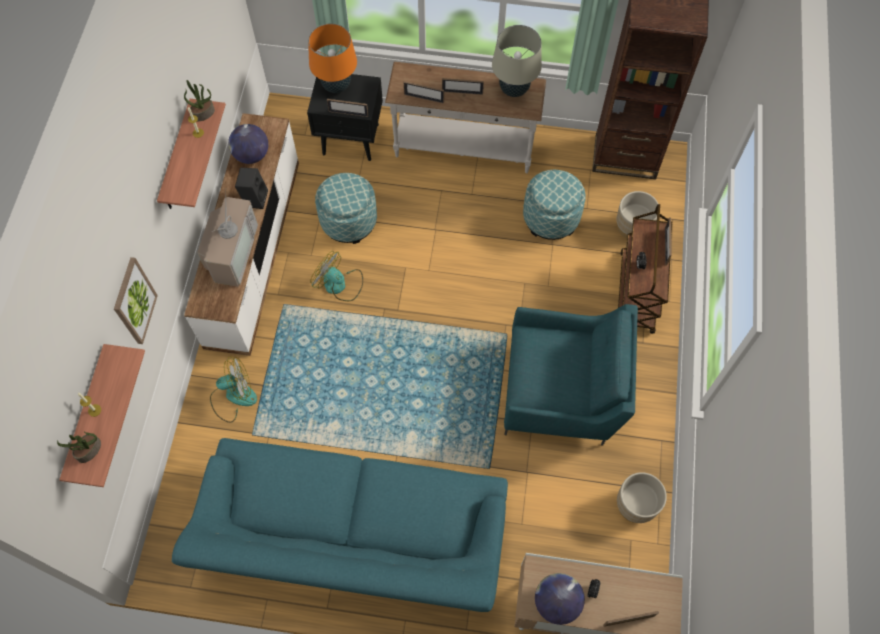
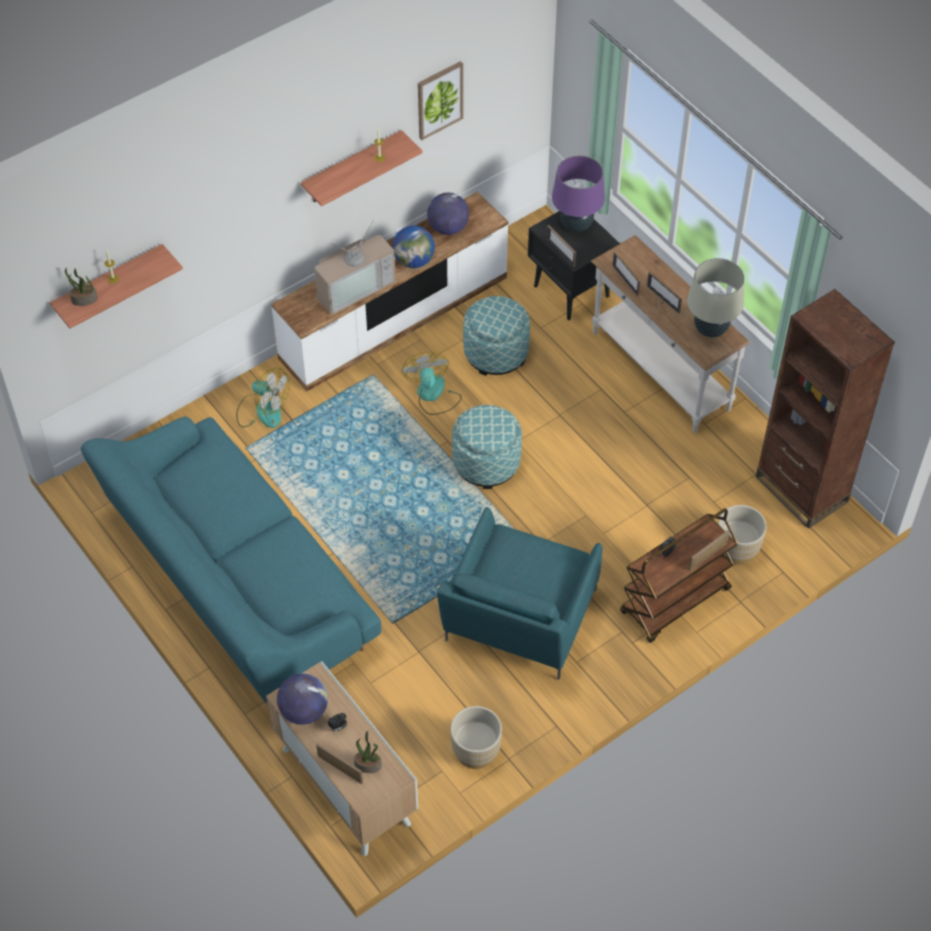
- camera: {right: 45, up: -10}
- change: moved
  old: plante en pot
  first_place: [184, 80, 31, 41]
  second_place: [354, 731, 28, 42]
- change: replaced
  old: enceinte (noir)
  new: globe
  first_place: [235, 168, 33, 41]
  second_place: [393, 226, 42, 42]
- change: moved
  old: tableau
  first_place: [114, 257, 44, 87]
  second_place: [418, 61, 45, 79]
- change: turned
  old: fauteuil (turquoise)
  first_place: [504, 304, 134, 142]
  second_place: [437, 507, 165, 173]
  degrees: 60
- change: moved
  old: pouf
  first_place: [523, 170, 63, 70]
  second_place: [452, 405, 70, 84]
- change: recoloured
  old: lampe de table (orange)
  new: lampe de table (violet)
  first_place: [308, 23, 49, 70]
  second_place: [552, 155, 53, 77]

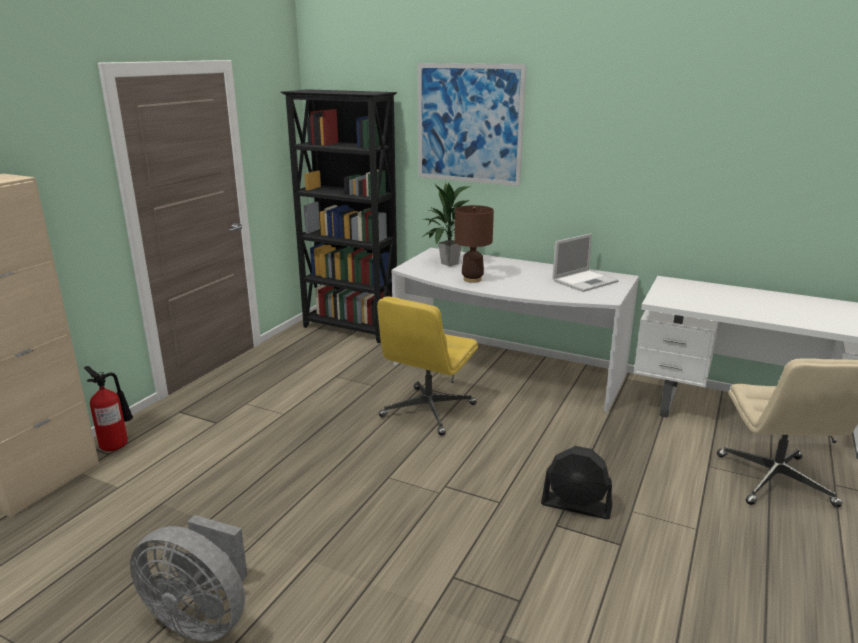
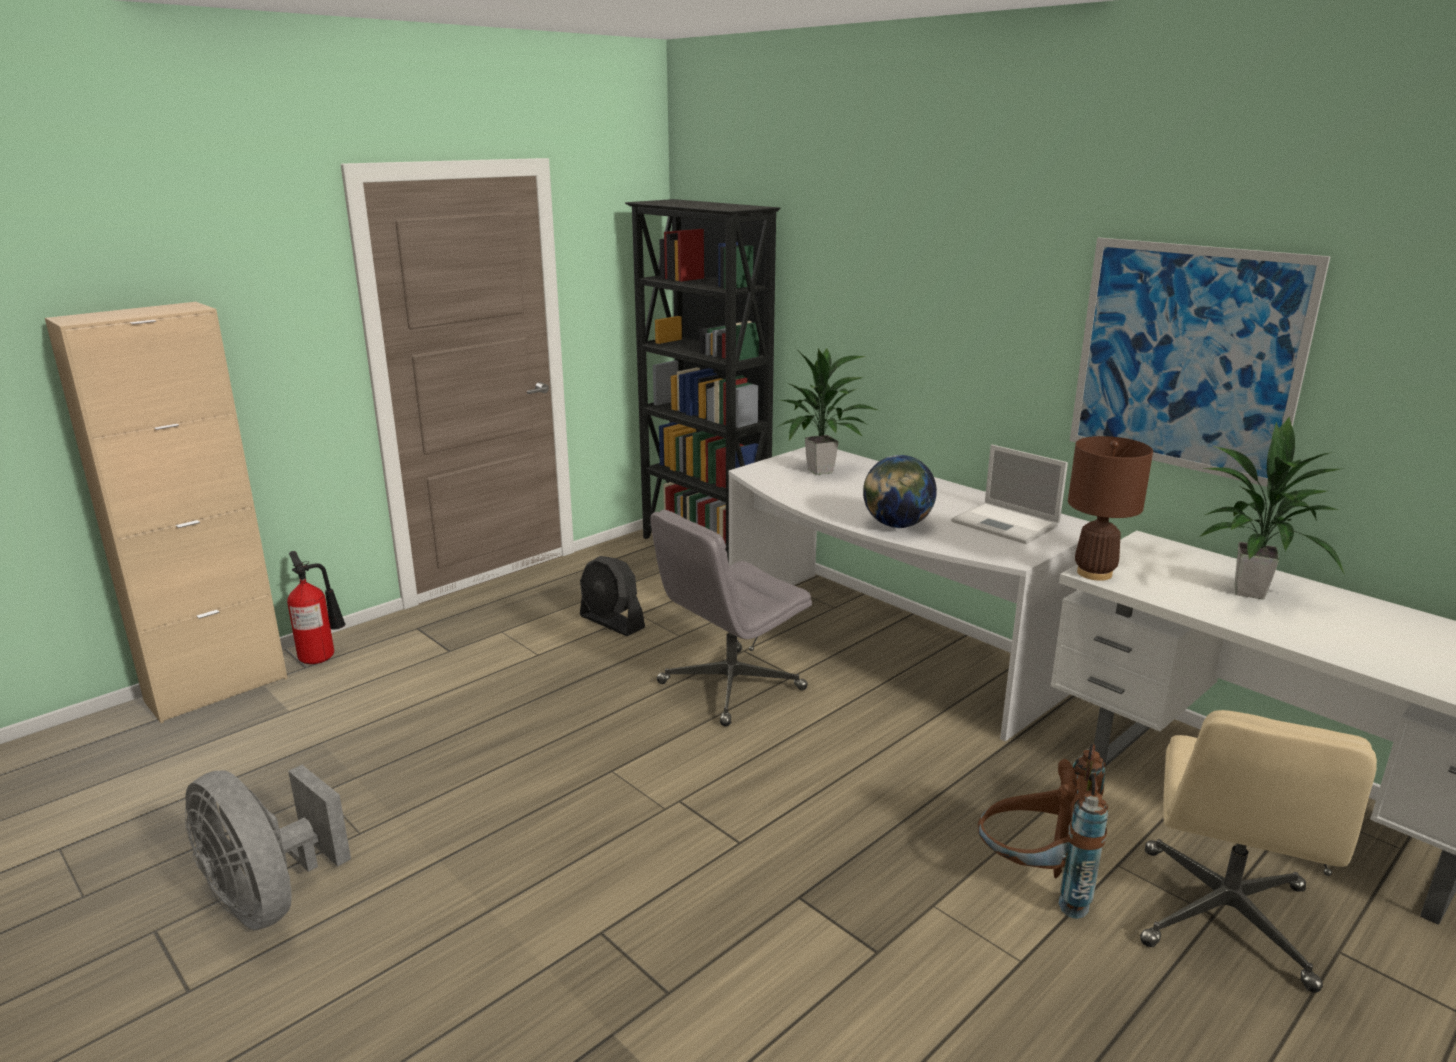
- camera: {right: 20, up: 0}
- change: moved
  old: ventilateur (noir)
  first_place: [541, 446, 71, 73]
  second_place: [580, 556, 65, 80]
- change: recoloured
  old: chaise de bureau (jaune)
  new: chaise de bureau (gris)
  first_place: [377, 296, 101, 140]
  second_place: [650, 510, 162, 217]
- change: added
  new: globe
  second_place: [863, 455, 74, 73]
- change: turned
  old: ordinateur portable
  first_place: [552, 233, 67, 59]
  second_place: [951, 444, 117, 100]
  degrees: 60
- change: added
  new: sac à dos (marron)
  second_place: [978, 744, 130, 175]
- change: moved
  old: lampe de table (marron)
  first_place: [455, 205, 39, 78]
  second_place: [1068, 436, 85, 145]
- change: moved
  old: tableau
  first_place: [418, 63, 108, 123]
  second_place: [1070, 238, 261, 249]
- change: added
  new: plante en pot
  second_place: [1199, 416, 146, 183]

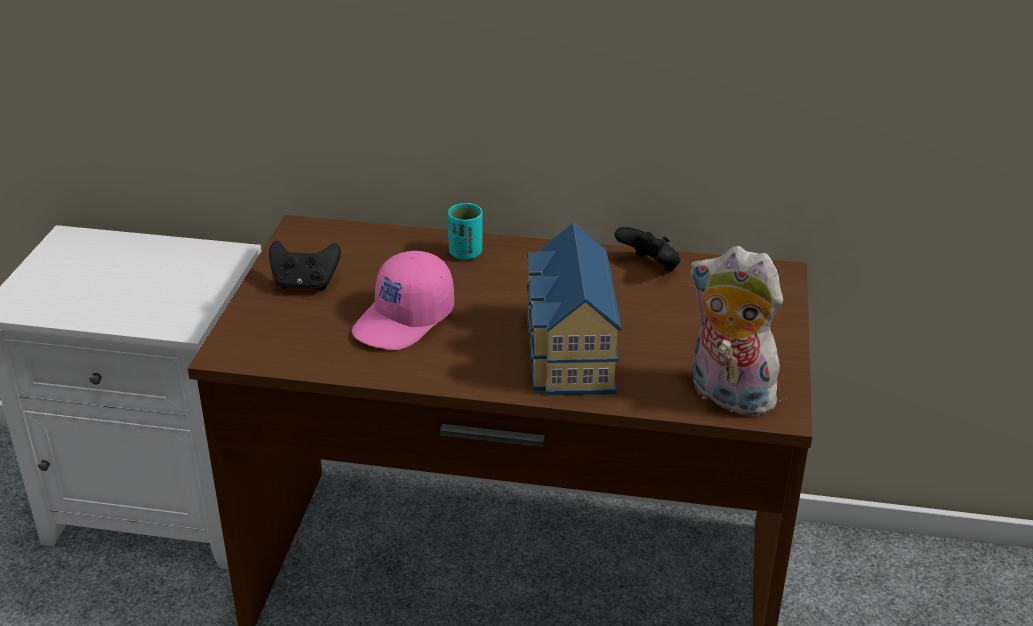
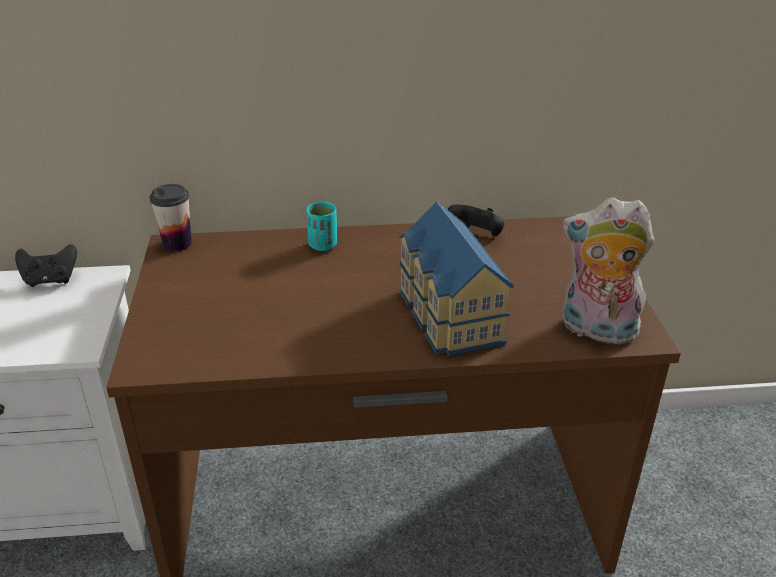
- camera: {right: -15, up: 0}
- change: moved
  old: manette (noir)
  first_place: [269, 240, 72, 51]
  second_place: [15, 244, 62, 43]
- change: added
  new: tasse
  second_place: [150, 184, 42, 67]
- change: removed
  old: casquette (rose)
  first_place: [352, 251, 102, 99]

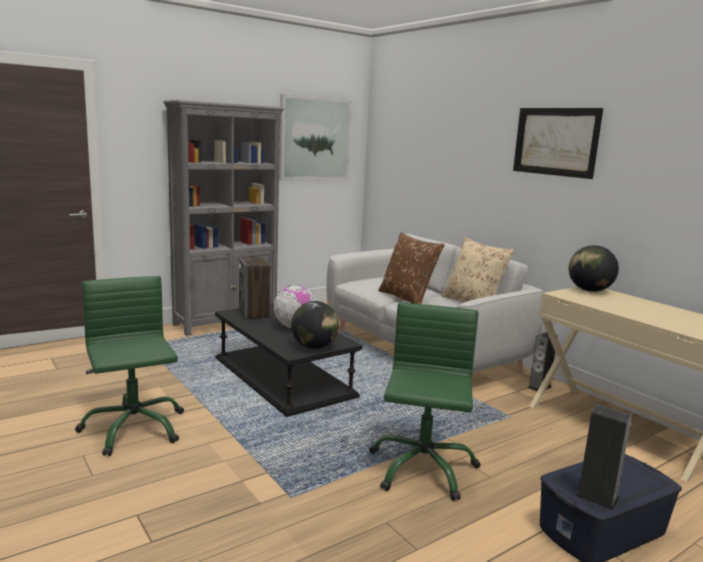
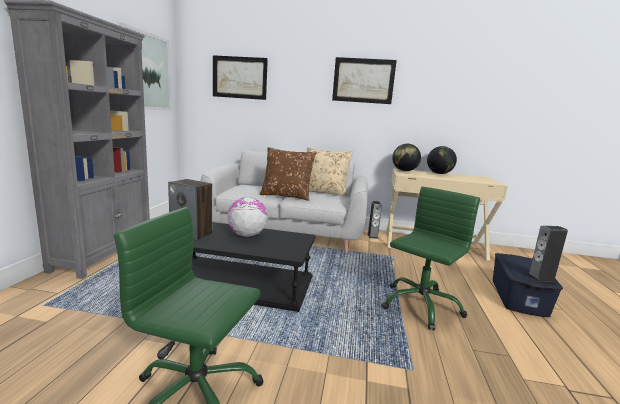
- camera: {right: -45, up: 0}
- change: added
  new: tableau
  second_place: [213, 55, 55, 45]
- change: turned
  old: chaise de bureau (vert)
  first_place: [369, 303, 112, 198]
  second_place: [381, 186, 99, 144]
  degrees: 75
- change: moved
  old: globe
  first_place: [291, 301, 48, 48]
  second_place: [427, 146, 30, 28]

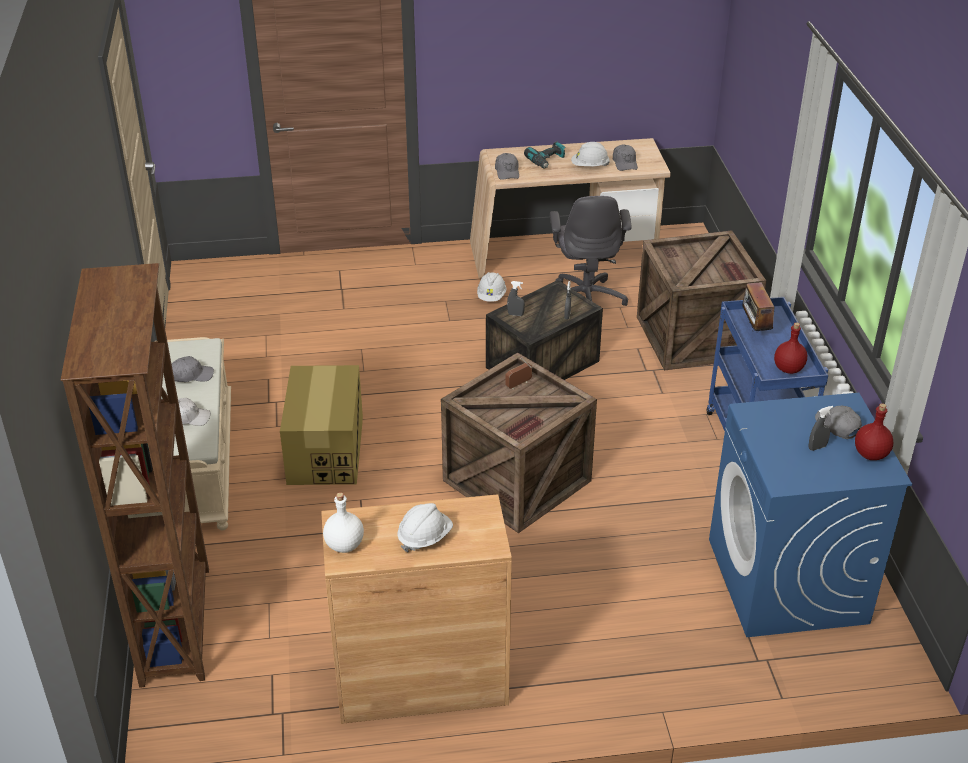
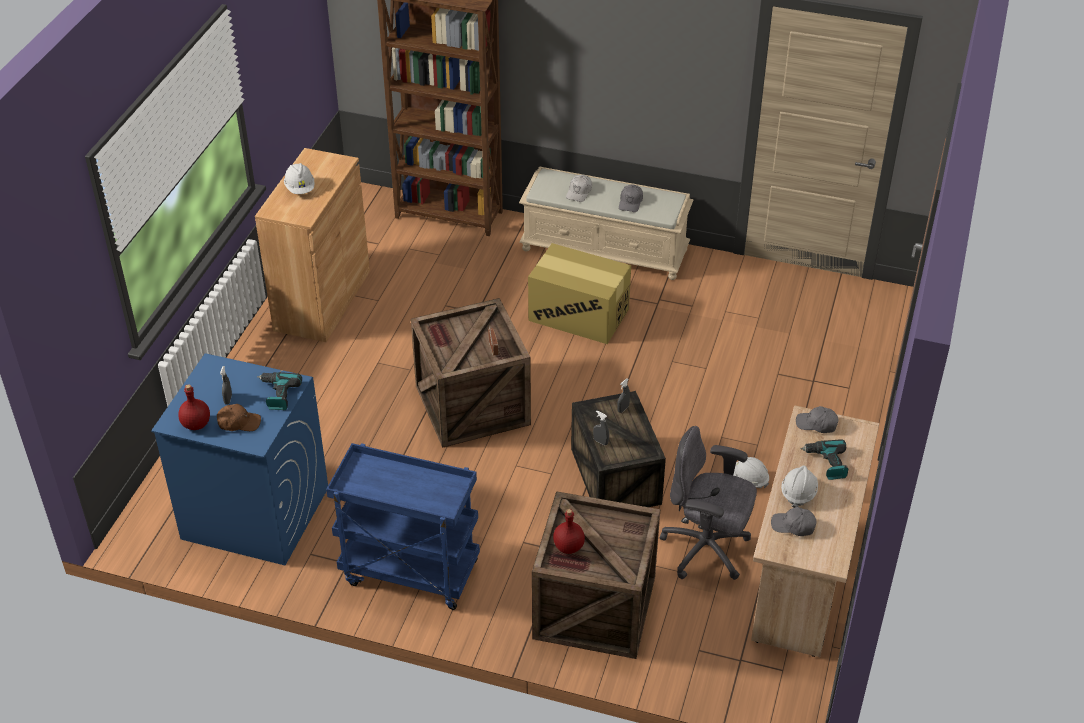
- camera: {right: 115, up: 5}
- change: recoloured
  old: casquette (gris)
  new: casquette (marron)
  first_place: [815, 406, 47, 33]
  second_place: [217, 404, 44, 27]
- change: added
  new: perceuse
  second_place: [257, 372, 45, 38]
- change: moved
  old: bouteille (rouge)
  first_place: [774, 322, 33, 52]
  second_place: [553, 509, 32, 45]
- change: removed
  old: bouteille (blanc)
  first_place: [323, 492, 41, 61]
- change: removed
  old: radio
  first_place: [742, 282, 36, 51]

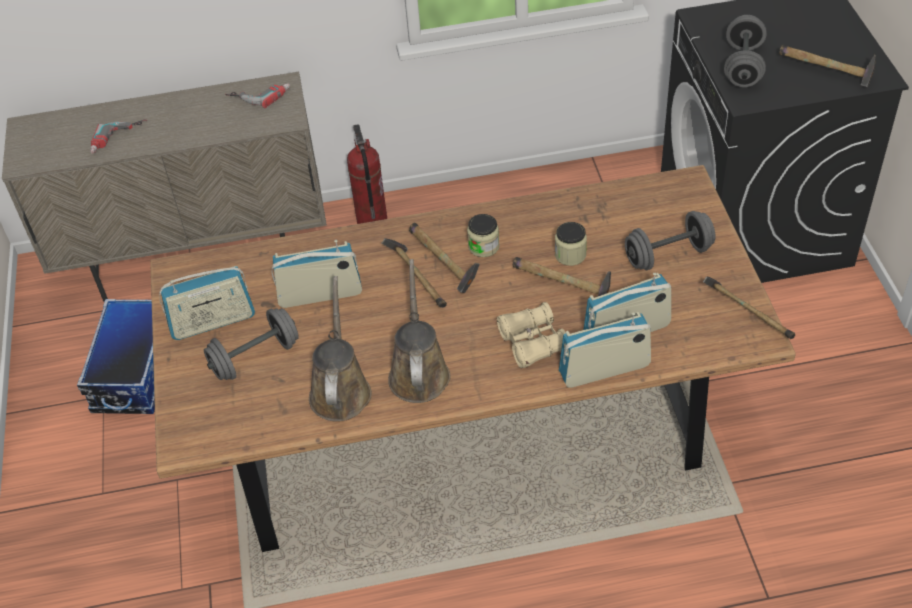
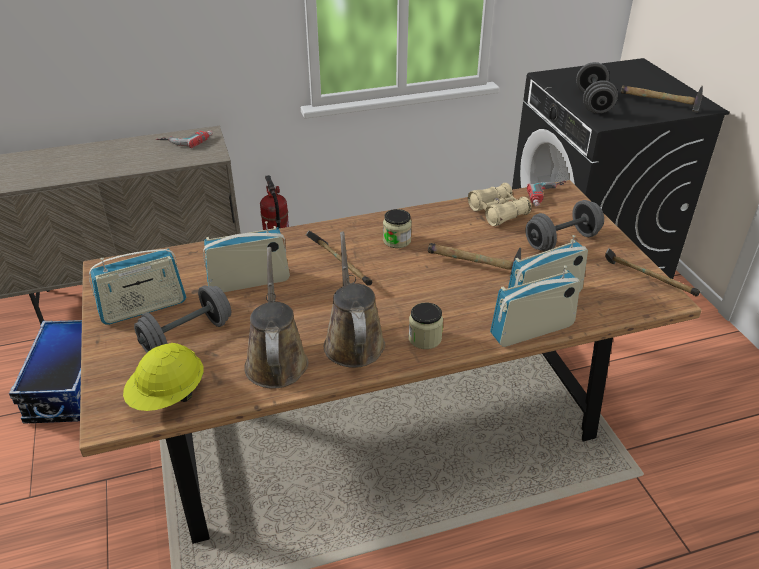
- camera: {right: -10, up: -10}
- change: added
  new: casque de chantier (jaune)
  second_place: [123, 343, 81, 68]
- change: moved
  old: bocal
  first_place: [555, 222, 32, 44]
  second_place: [409, 303, 34, 46]
- change: moved
  old: jumelles (beige)
  first_place: [497, 302, 69, 66]
  second_place: [468, 183, 63, 43]
- change: moved
  old: perceuse
  first_place: [90, 120, 58, 34]
  second_place: [527, 181, 40, 26]
- change: removed
  old: marteau
  first_place: [409, 223, 71, 70]

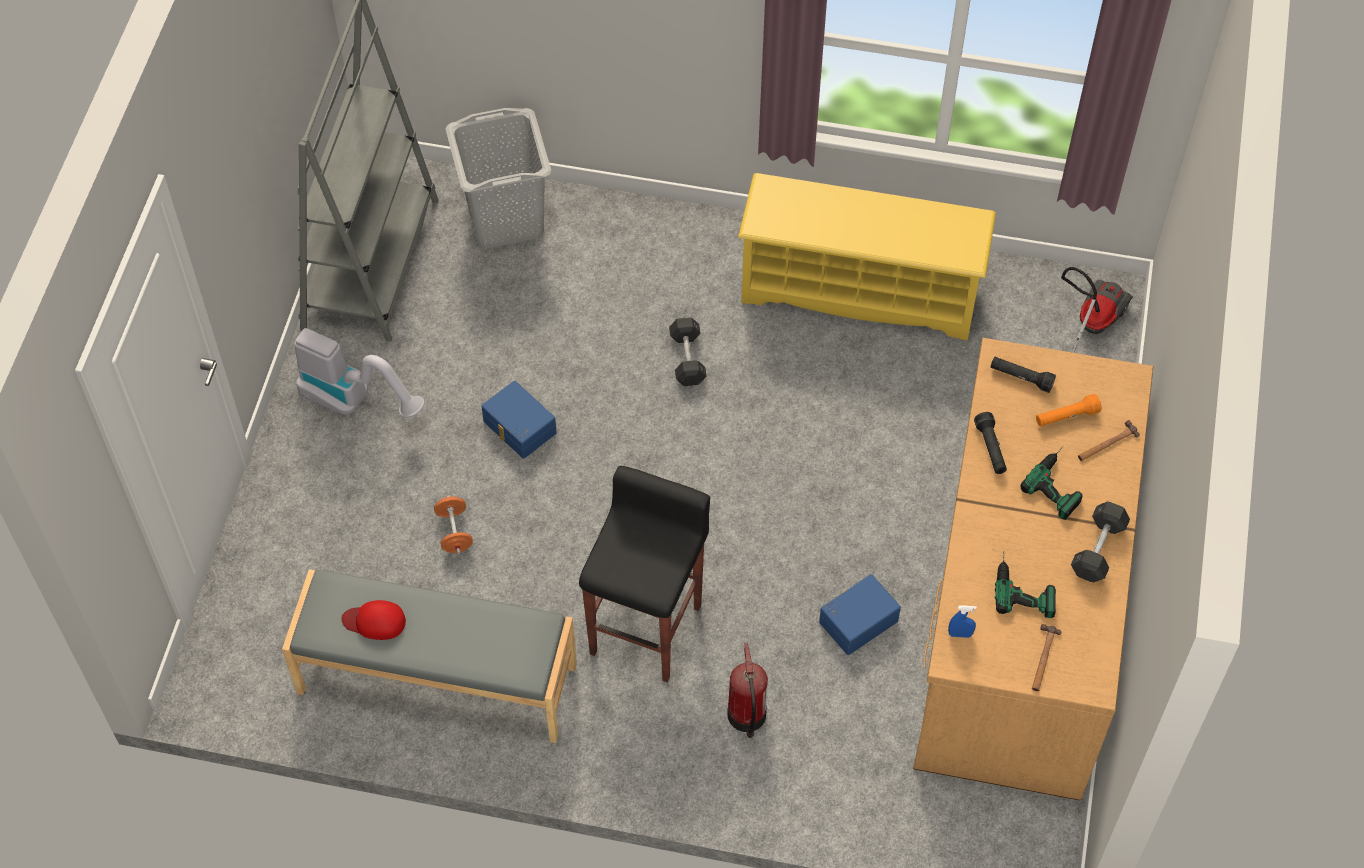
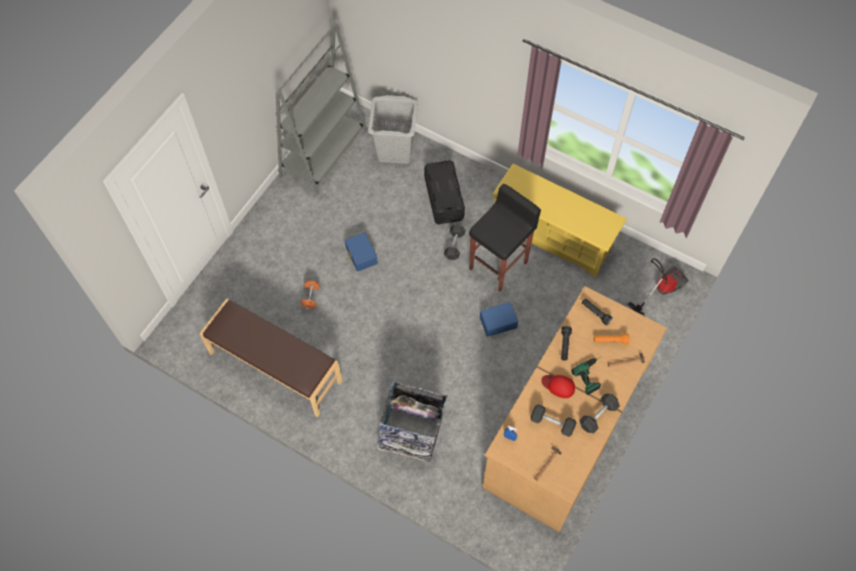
- camera: {right: 20, up: 5}
- change: recoloured
  old: banc (gris)
  new: banc (marron)
  first_place: [282, 569, 295, 174]
  second_place: [199, 298, 144, 119]
- change: replaced
  old: extincteur
  new: poubelle
  first_place: [727, 643, 41, 95]
  second_place: [378, 380, 70, 82]
- change: added
  new: boîte de rangement (noir)
  second_place: [424, 160, 41, 65]
- change: moved
  old: tabouret (noir)
  first_place: [579, 466, 131, 216]
  second_place: [469, 184, 72, 108]
- change: moved
  old: boîte de rangement (bleu)
  first_place: [819, 574, 82, 81]
  second_place: [480, 302, 38, 35]
- change: replaced
  old: perceuse
  new: haltère (gris)
  first_place: [994, 551, 62, 67]
  second_place: [530, 404, 46, 33]
- change: moved
  old: casquette (rouge)
  first_place: [341, 600, 65, 40]
  second_place: [541, 375, 34, 23]
- change: removed
  old: aspirateur
  first_place: [294, 328, 130, 90]

